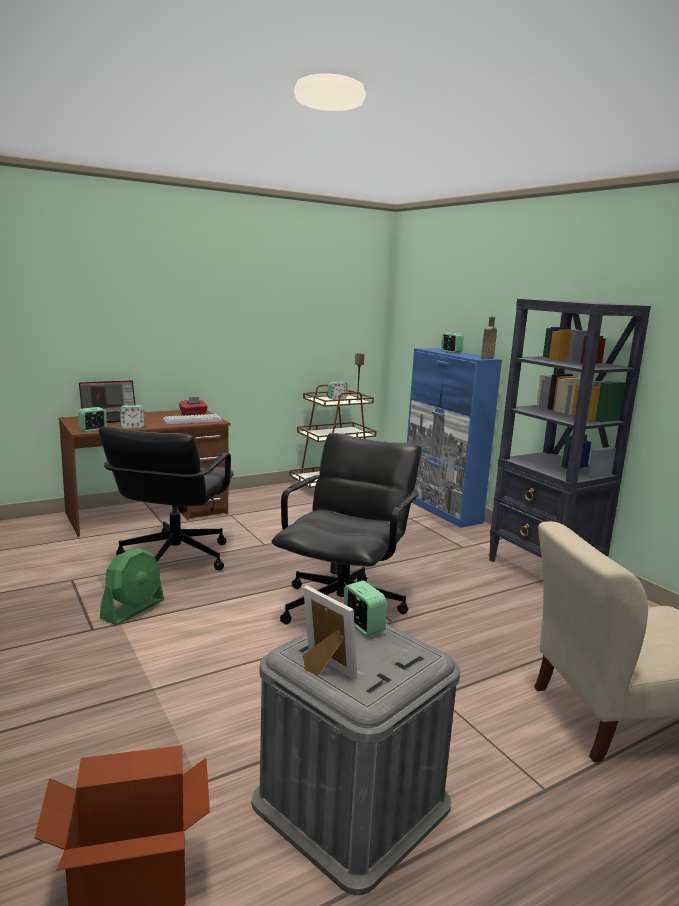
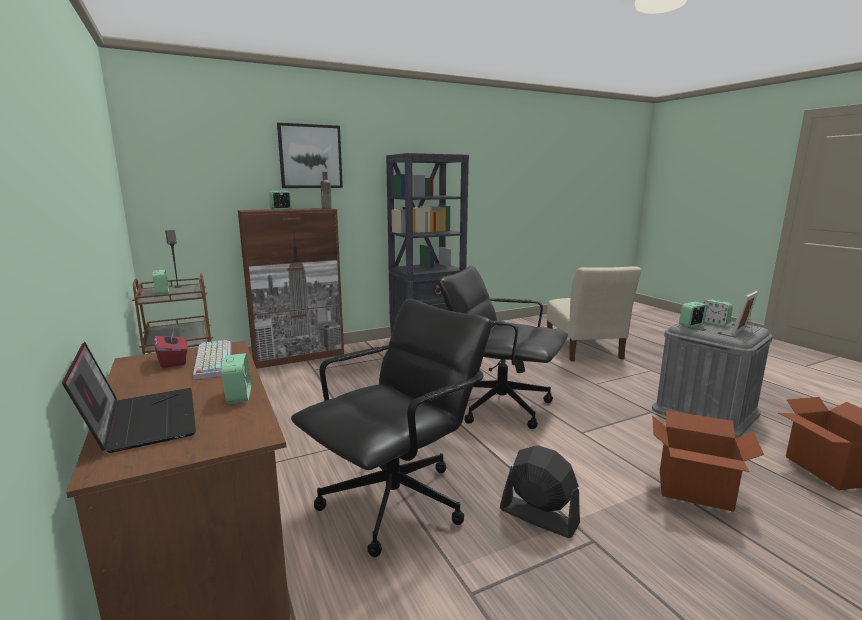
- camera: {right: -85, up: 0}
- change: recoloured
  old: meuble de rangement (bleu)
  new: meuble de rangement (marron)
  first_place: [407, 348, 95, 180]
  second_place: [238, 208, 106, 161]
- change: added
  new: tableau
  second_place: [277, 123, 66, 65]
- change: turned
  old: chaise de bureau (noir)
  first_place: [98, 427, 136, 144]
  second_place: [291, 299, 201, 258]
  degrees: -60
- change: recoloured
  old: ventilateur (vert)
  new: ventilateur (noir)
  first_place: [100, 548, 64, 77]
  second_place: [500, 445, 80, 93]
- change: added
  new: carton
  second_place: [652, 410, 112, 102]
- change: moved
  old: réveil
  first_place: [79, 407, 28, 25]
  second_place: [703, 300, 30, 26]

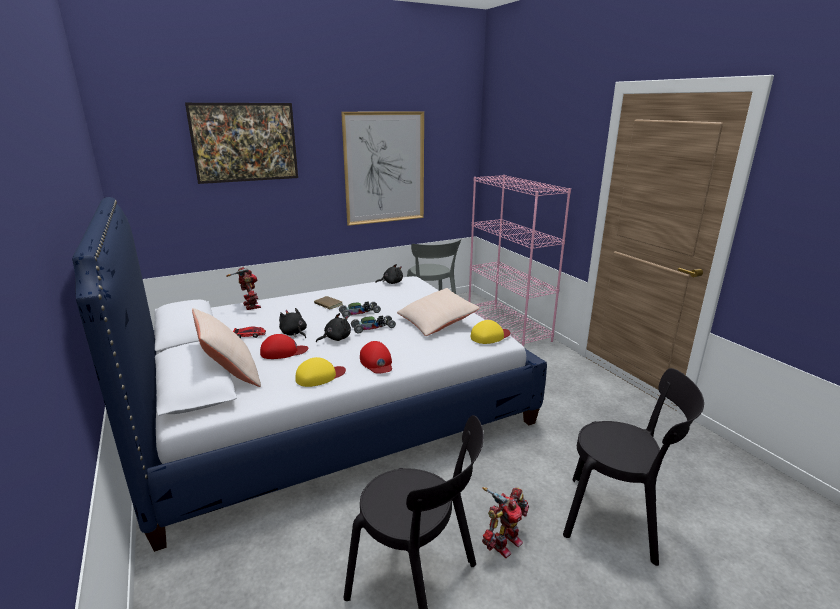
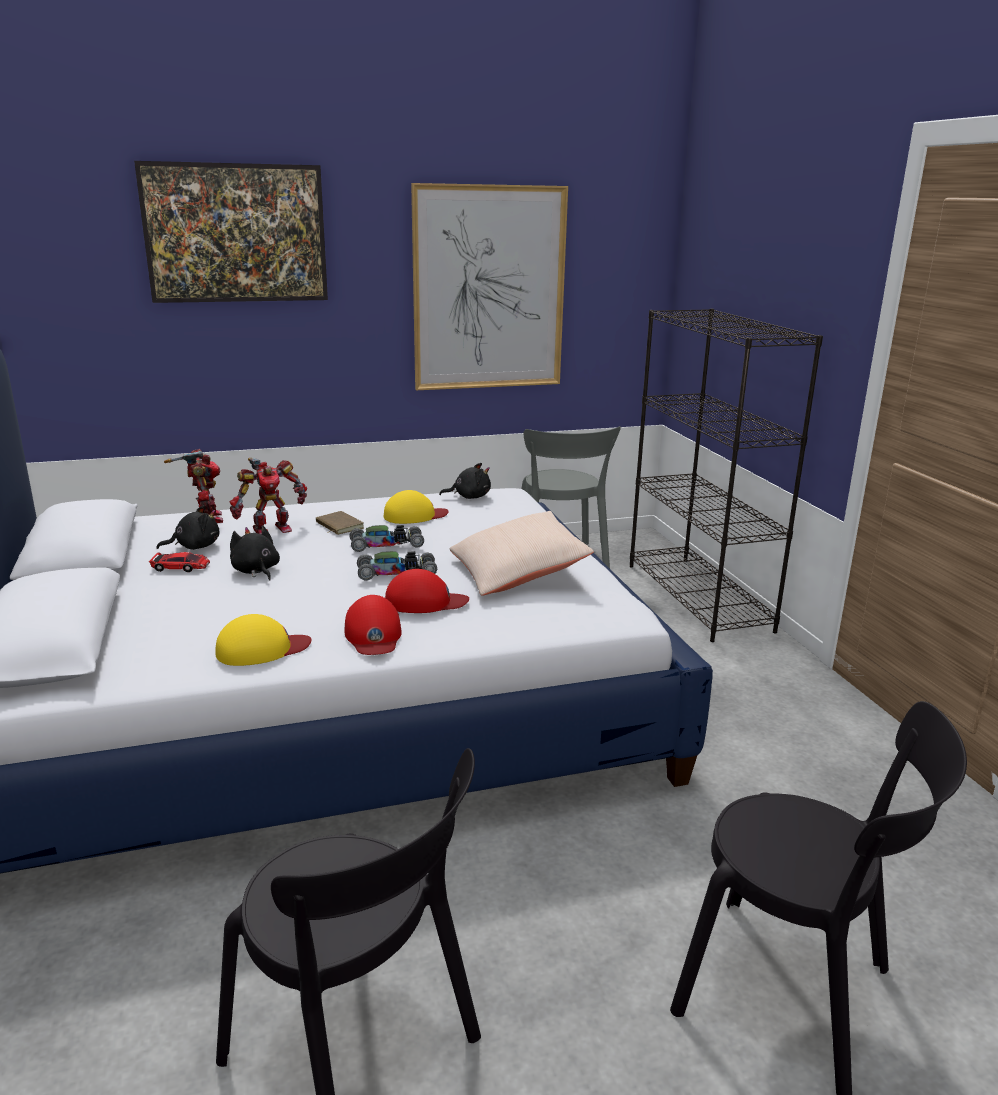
- camera: {right: 10, up: 0}
- change: moved
  old: peluche (noir)
  first_place: [316, 313, 35, 30]
  second_place: [157, 505, 62, 45]
- change: moved
  old: robot jouet
  first_place: [482, 487, 47, 71]
  second_place: [229, 458, 78, 76]
- change: moved
  old: casquette (jaune)
  first_place: [471, 320, 39, 24]
  second_place: [384, 490, 65, 34]
- change: moved
  old: casquette (rouge)
  first_place: [260, 334, 48, 25]
  second_place: [385, 569, 84, 44]
- change: recoloured
  old: bibliothèque (rose)
  new: bibliothèque (noir)
  first_place: [469, 175, 102, 172]
  second_place: [630, 309, 193, 333]
- change: removed
  old: coussin (beige)
  first_place: [192, 308, 69, 79]

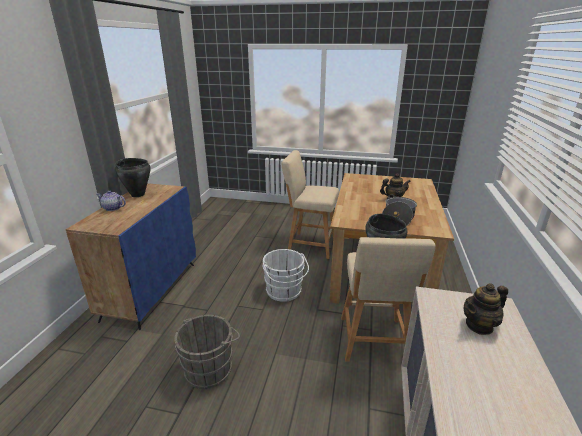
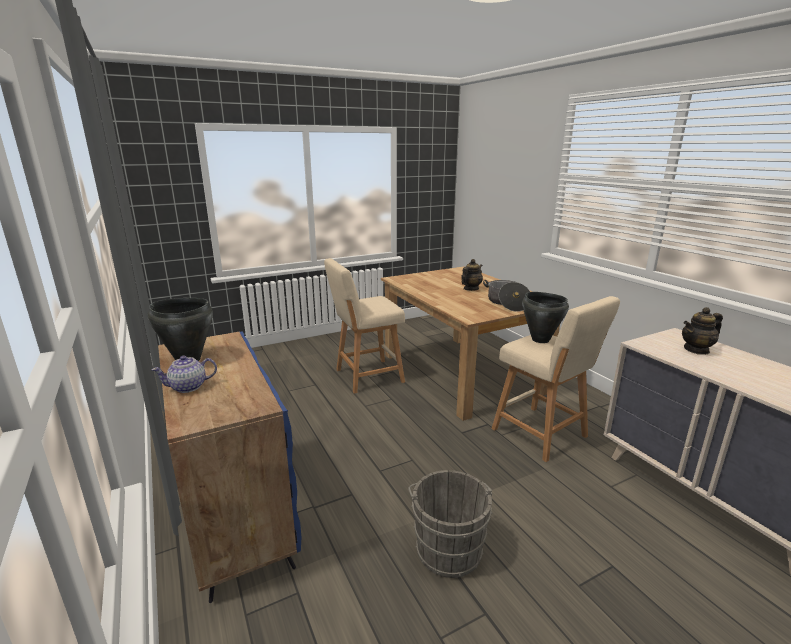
- camera: {right: -40, up: -5}
- change: turned
  old: théière
  first_place: [464, 283, 44, 52]
  second_place: [682, 307, 41, 48]
  degrees: 45
- change: removed
  old: seau (blanc)
  first_place: [262, 249, 47, 53]

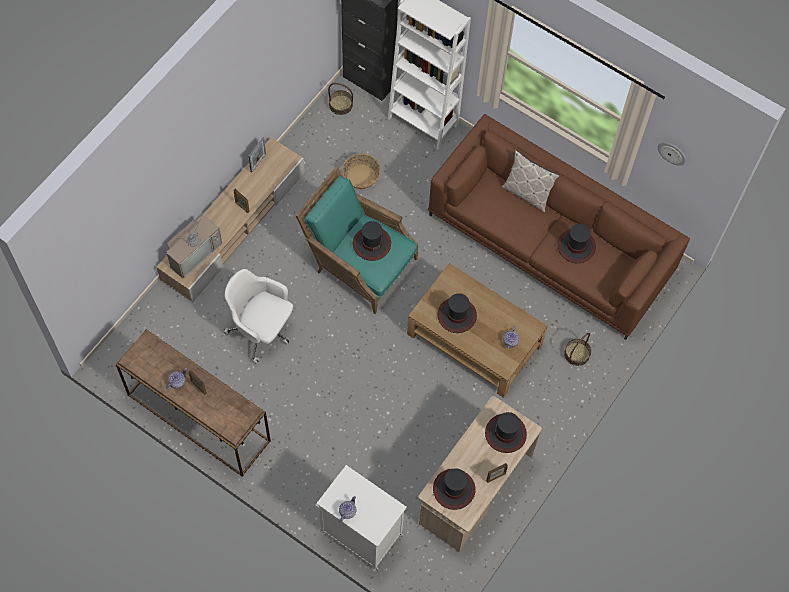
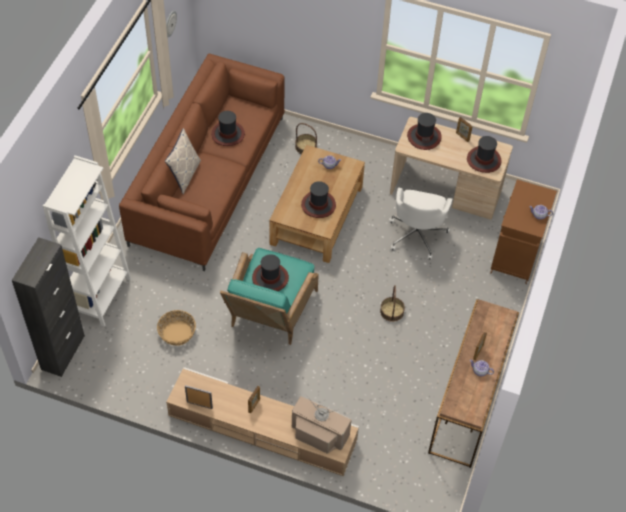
- camera: {right: -105, up: -10}
- change: moved
  old: panier
  first_place: [328, 83, 25, 32]
  second_place: [380, 285, 25, 37]
- change: moved
  old: chaise de bureau (blanc)
  first_place: [223, 269, 70, 95]
  second_place: [389, 187, 63, 73]
- change: recoloured
  old: meuble de rangement (blanc)
  new: meuble de rangement (marron)
  first_place: [315, 465, 92, 105]
  second_place: [490, 180, 67, 104]

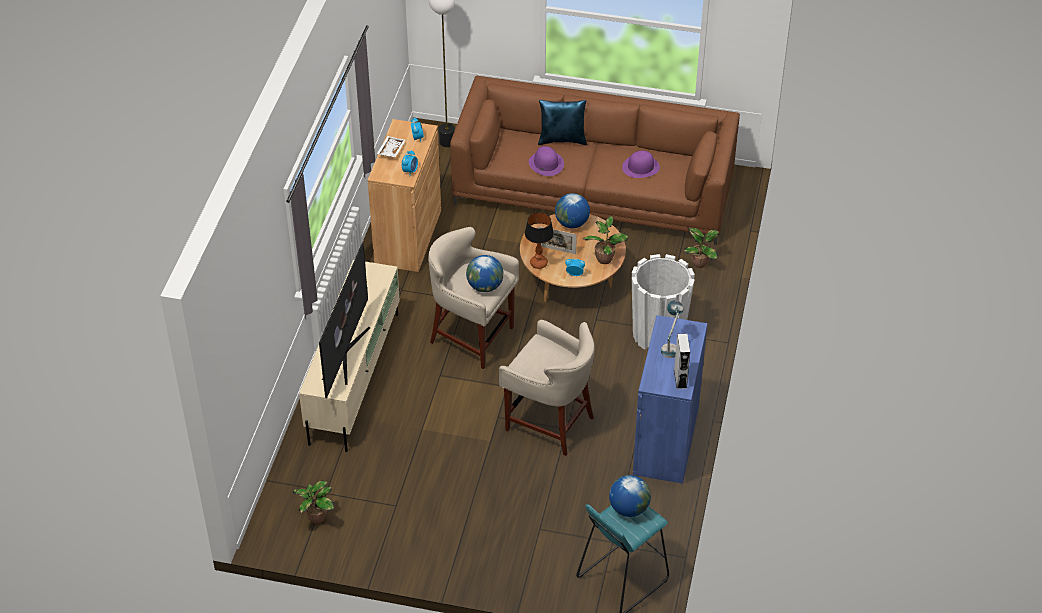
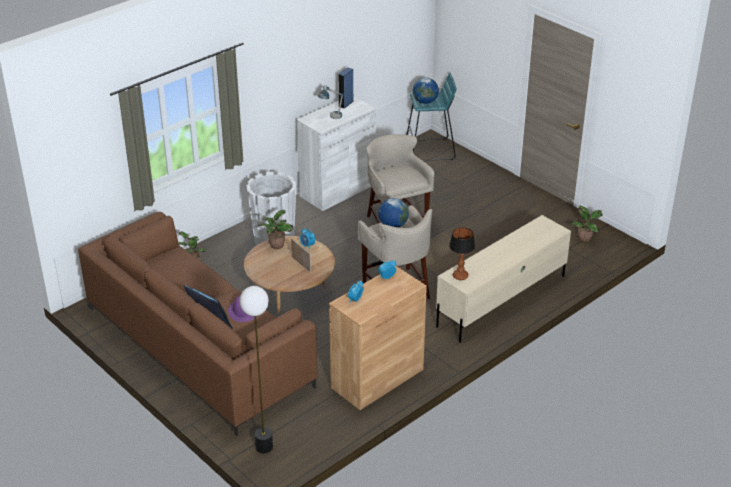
- camera: {right: -145, up: -10}
- change: recoloured
  old: meuble de rangement (bleu)
  new: meuble de rangement (blanc)
  first_place: [633, 315, 74, 169]
  second_place: [297, 96, 79, 115]
- change: recoloured
  old: enceinte (gris)
  new: enceinte (bleu)
  first_place: [674, 333, 16, 56]
  second_place: [338, 67, 15, 42]
- change: moved
  old: lampe de table
  first_place: [525, 212, 29, 57]
  second_place: [449, 227, 26, 53]
- change: removed
  old: téléviseur
  first_place: [319, 243, 52, 156]
- change: removed
  old: plateau (blanc)
  first_place: [377, 136, 29, 22]
- change: removed
  old: globe
  first_place: [555, 193, 35, 35]
- change: removed
  old: chapeau (violet)
  first_place: [622, 151, 38, 27]

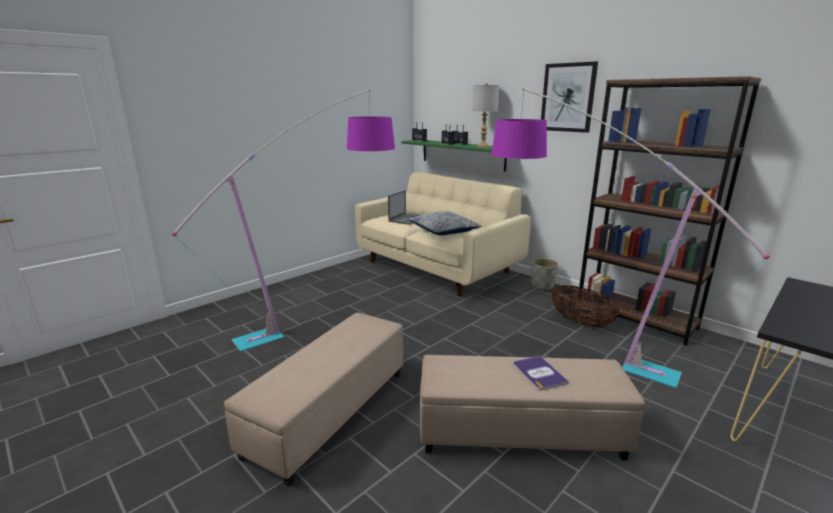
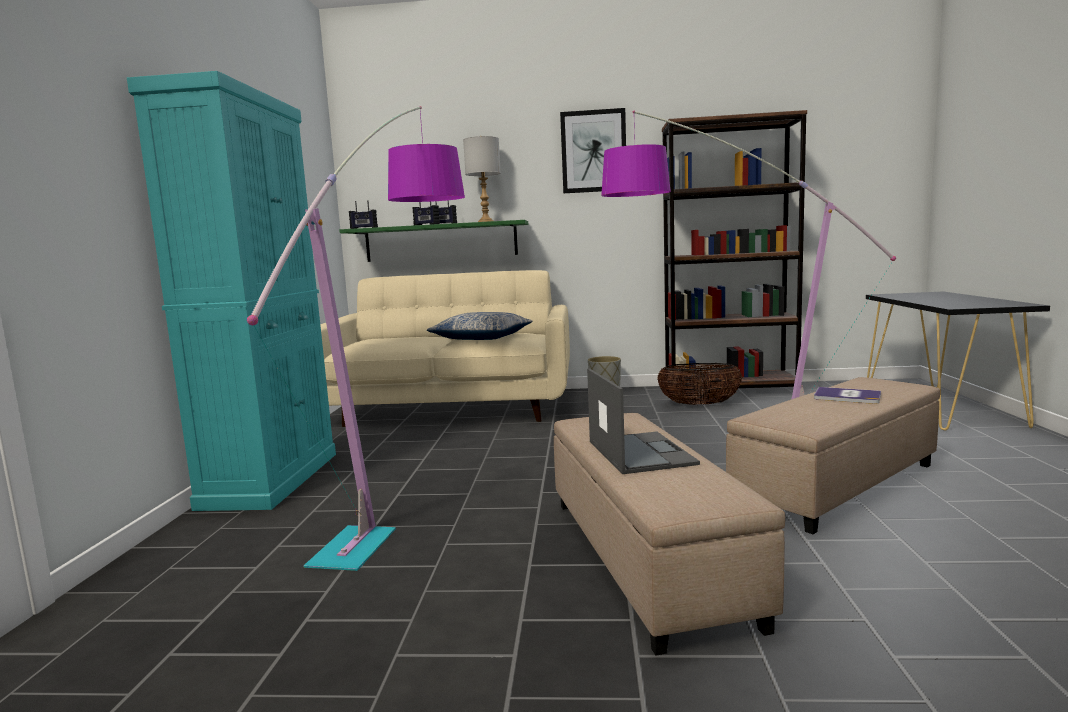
- camera: {right: -40, up: -10}
- change: added
  new: meuble de rangement (turquoise)
  second_place: [127, 71, 209, 440]
- change: moved
  old: ordinateur portable
  first_place: [388, 190, 32, 35]
  second_place: [587, 368, 113, 106]

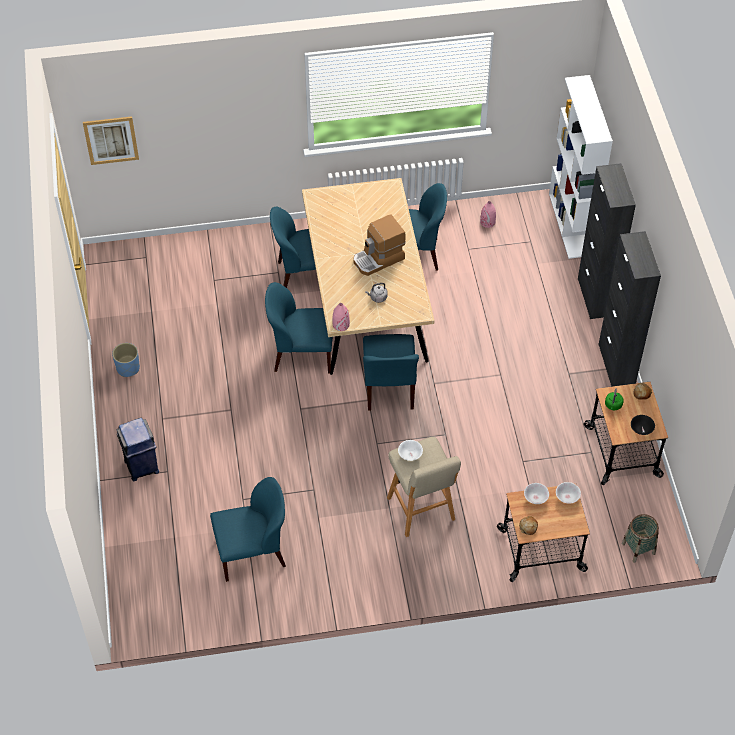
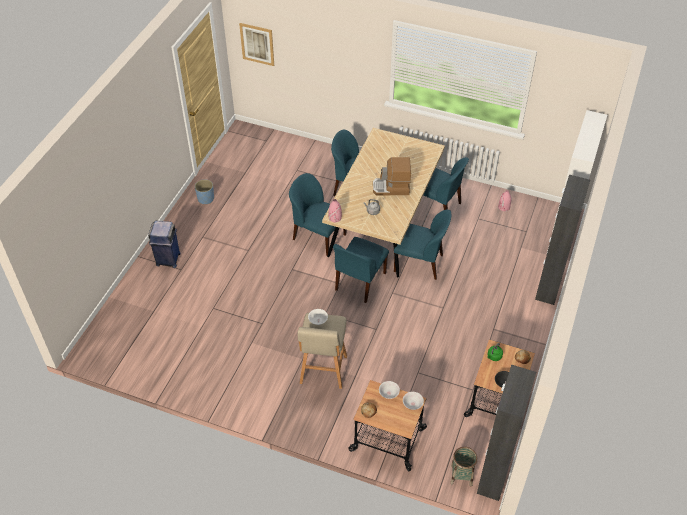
- camera: {right: 30, up: -5}
- change: moved
  old: chaise (bleu)
  first_place: [210, 477, 76, 105]
  second_place: [394, 210, 57, 70]
- change: moved
  old: meuble de rangement (noir)
  first_place: [598, 231, 63, 156]
  second_place: [477, 365, 59, 136]

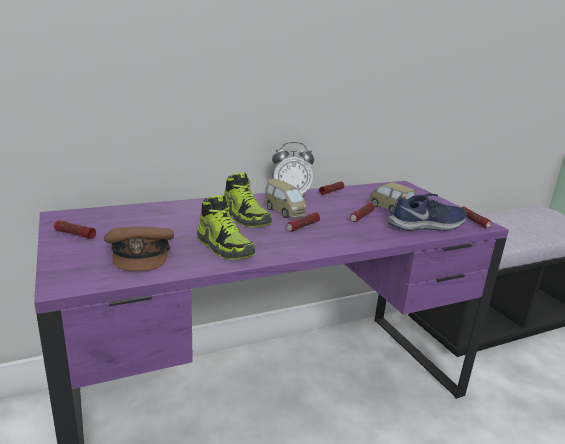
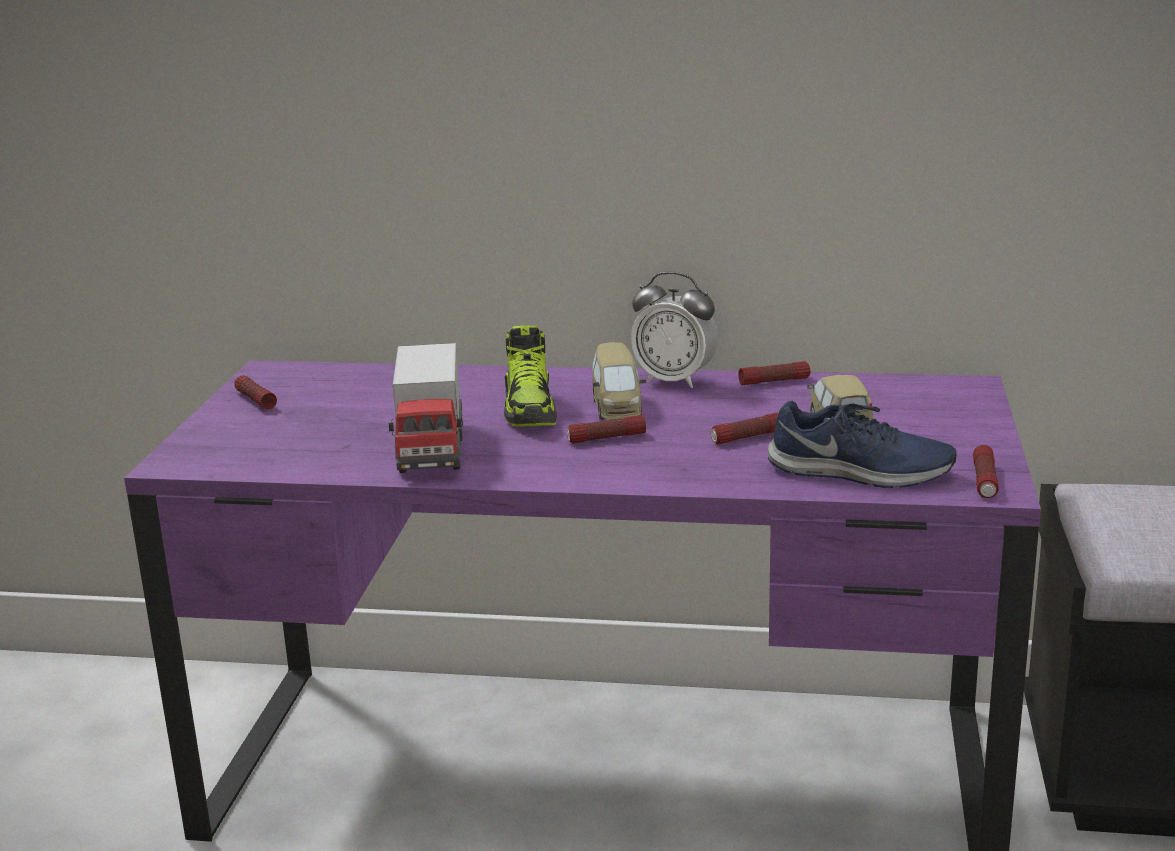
- camera: {right: 35, up: 0}
- change: replaced
  old: chaussure
  new: camion jouet
  first_place: [197, 195, 58, 65]
  second_place: [389, 343, 74, 130]
- change: removed
  old: casquette (marron)
  first_place: [104, 226, 70, 45]

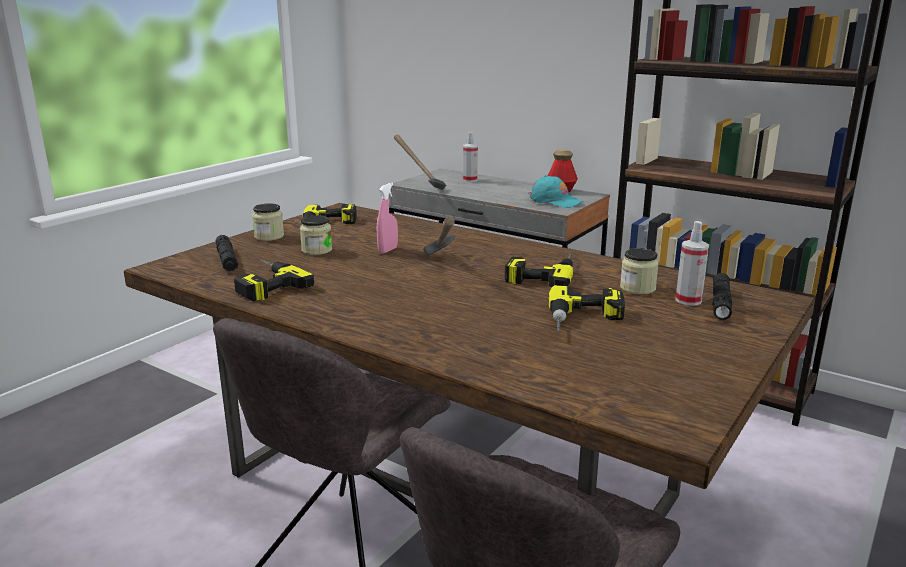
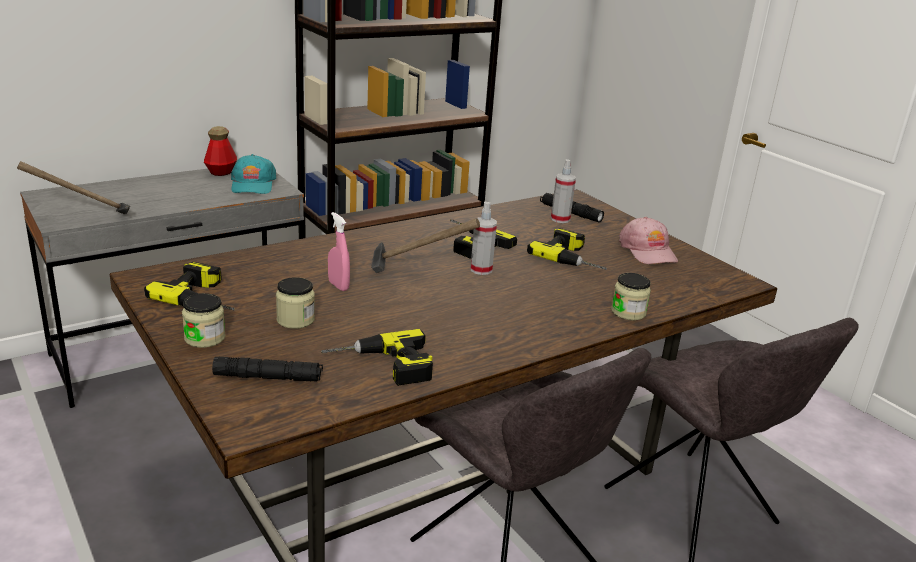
- camera: {right: -70, up: 5}
- change: turned
  old: casquette (turquoise)
  first_place: [528, 175, 56, 33]
  second_place: [231, 154, 45, 40]
  degrees: 120
- change: moved
  old: vaporisateur
  first_place: [463, 132, 15, 50]
  second_place: [471, 202, 26, 73]
- change: moved
  old: bocal
  first_place: [620, 248, 39, 46]
  second_place: [611, 273, 40, 48]
- change: added
  new: casquette (rose)
  second_place: [619, 217, 59, 47]

